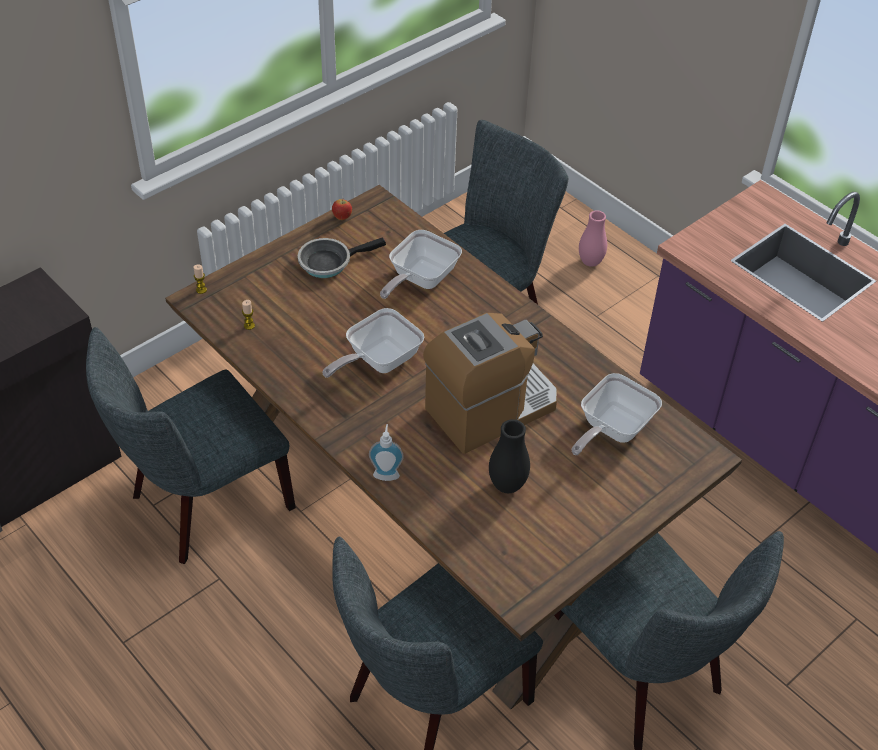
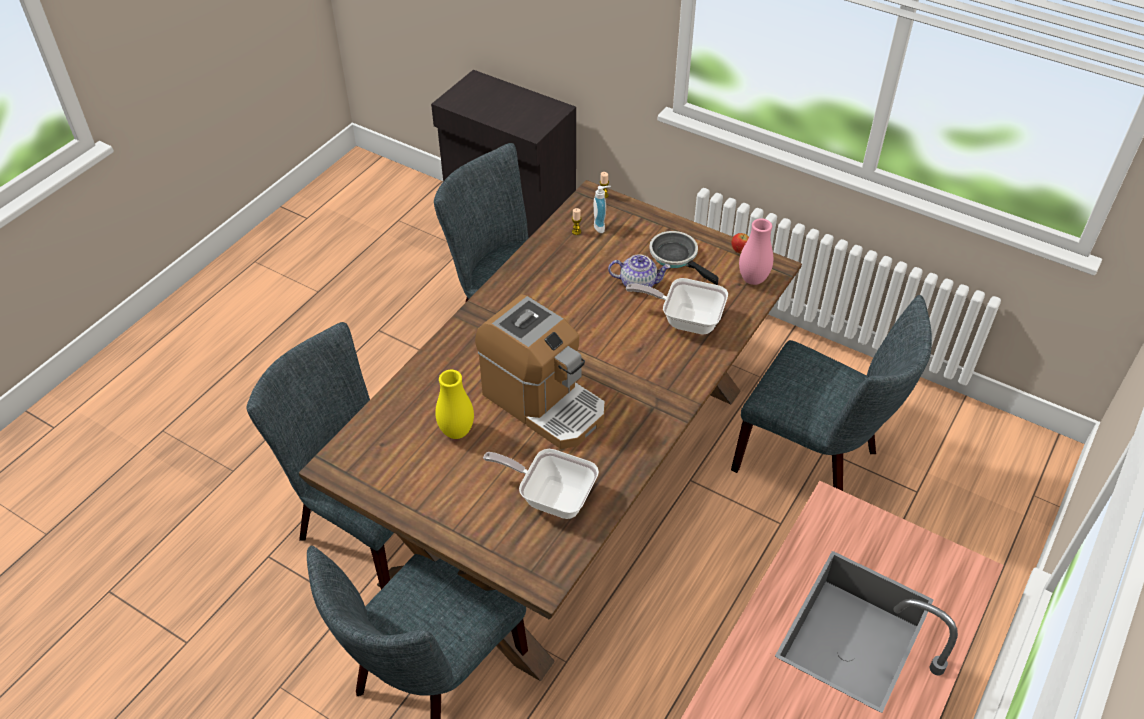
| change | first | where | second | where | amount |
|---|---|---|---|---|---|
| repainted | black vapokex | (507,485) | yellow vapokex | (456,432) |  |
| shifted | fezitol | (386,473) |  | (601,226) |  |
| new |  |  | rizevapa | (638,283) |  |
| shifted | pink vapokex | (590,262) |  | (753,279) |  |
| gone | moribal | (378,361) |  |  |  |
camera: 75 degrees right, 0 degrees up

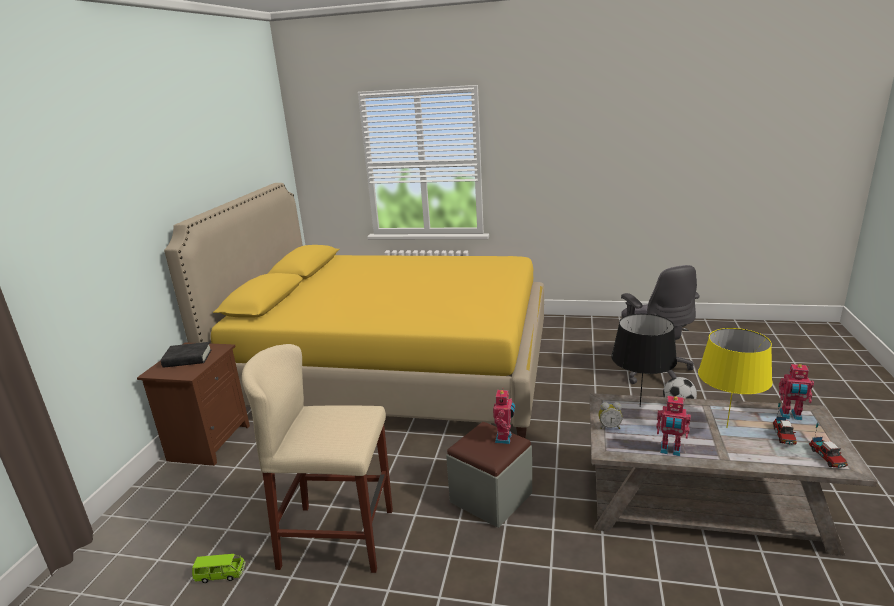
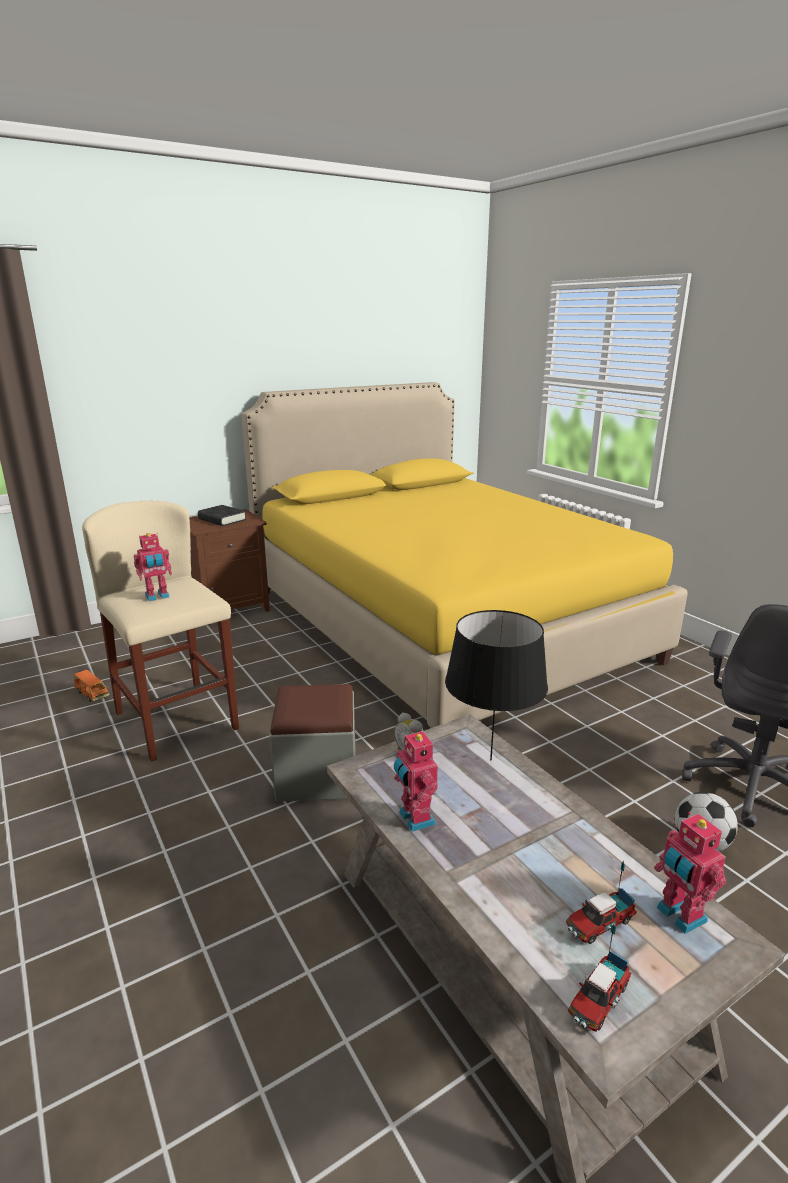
| change | first | where | second | where | amount |
|---|---|---|---|---|---|
| repainted | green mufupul | (220,575) | orange mufupul | (92,694) |  |
| shifted | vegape | (504,438) |  | (157,597) |  |
| gone | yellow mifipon | (726,427) |  |  |  |
camera: 45 degrees right, 0 degrees up

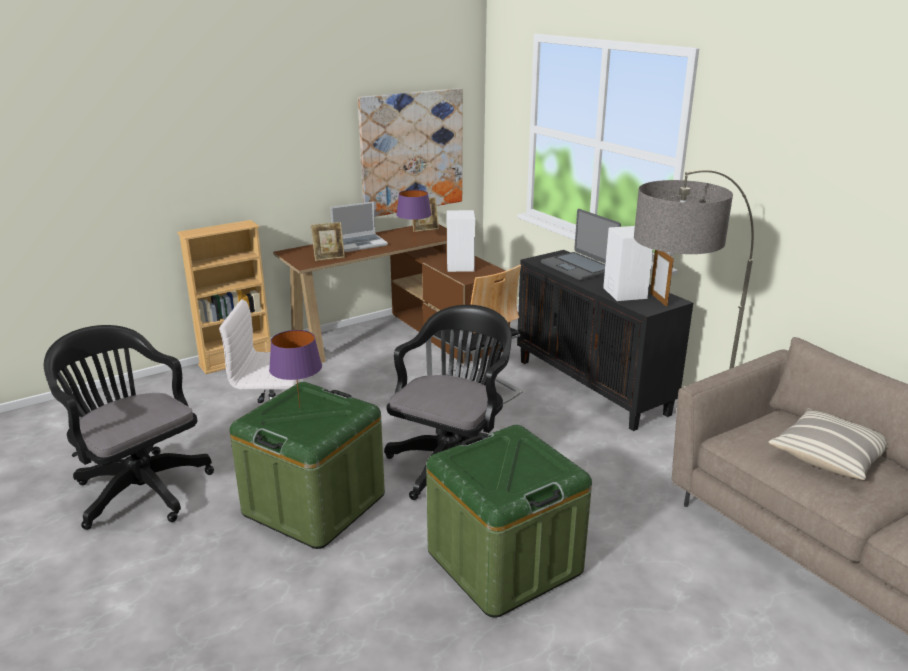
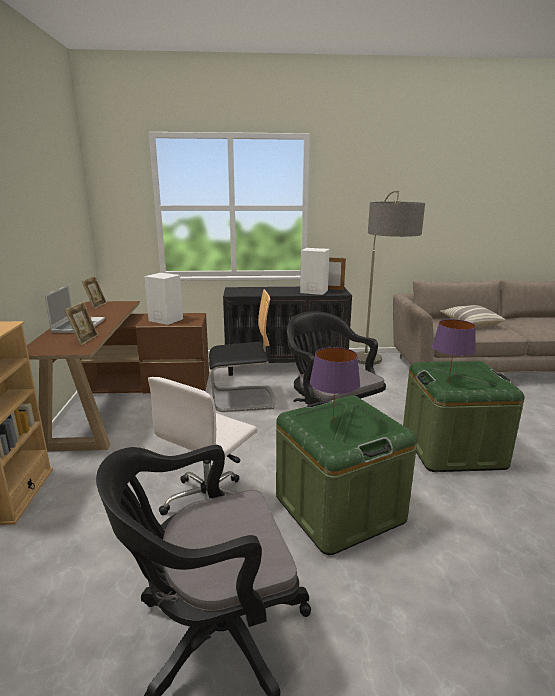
| change | first | where | second | where | amount |
|---|---|---|---|---|---|
| shifted | purple mifipon | (414,245) |  | (448,382) |  |
| gone | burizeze | (412,152) |  |  |  |
| gone | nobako | (578,267) |  |  |  |
camera: 60 degrees left, 5 degrees down

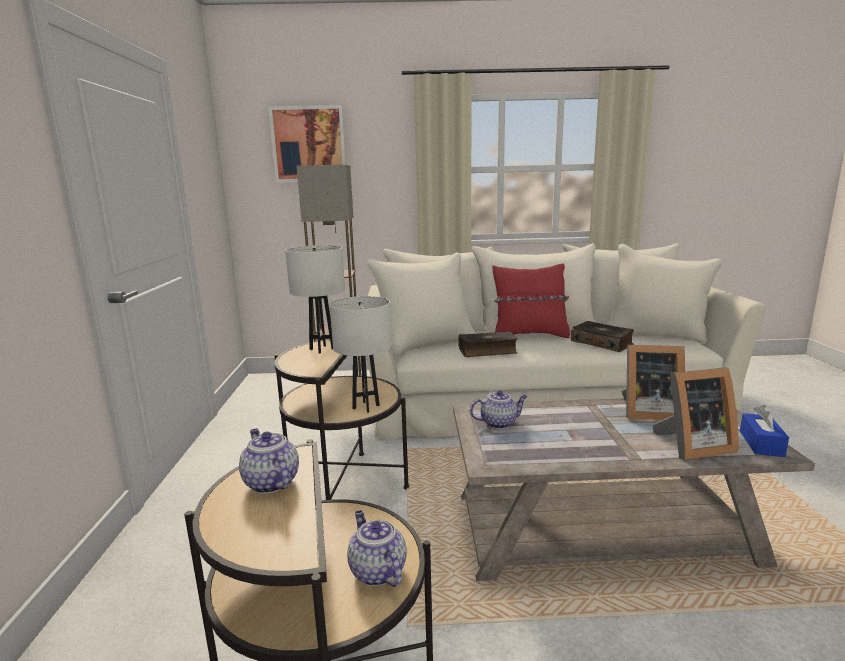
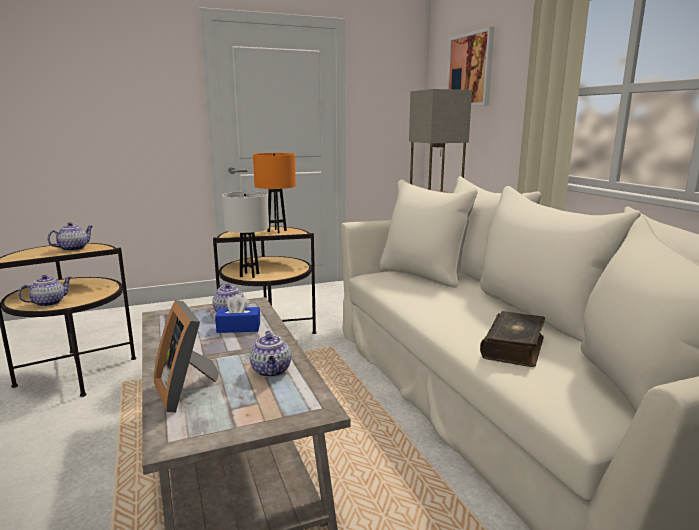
| change | first | where | second | where | amount |
|---|---|---|---|---|---|
| shifted | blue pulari | (761,443) |  | (238,328) |  |
| swapped | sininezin | (647,412) | rizevapa | (271,371) |  |
| repainted | white mifipon | (322,349) | orange mifipon | (277,231) |  |
| gone | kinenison | (487,351) |  |  |  |
| gone | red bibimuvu | (529,335) |  |  |  |
camera: 70 degrees right, 0 degrees up

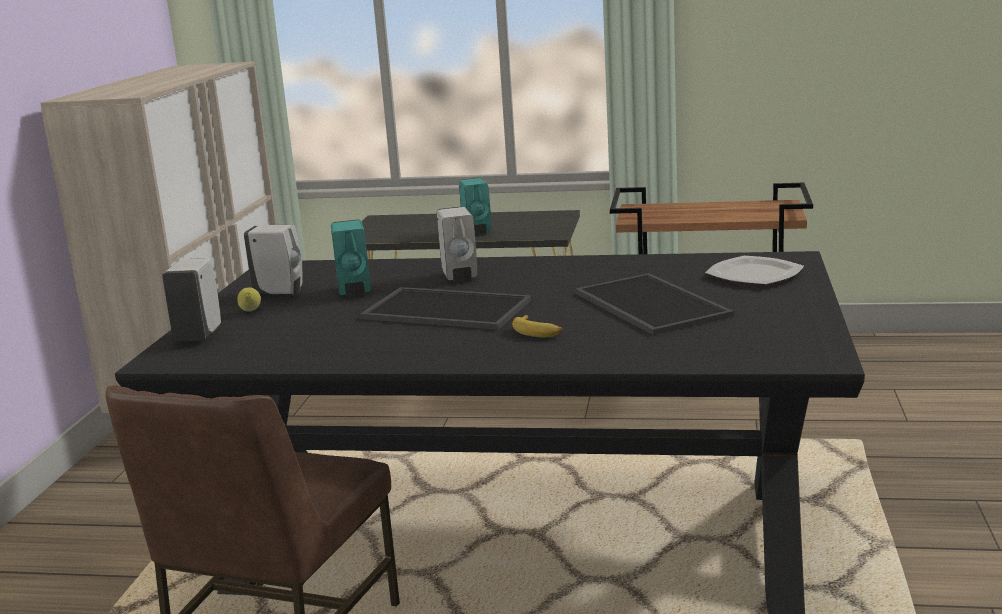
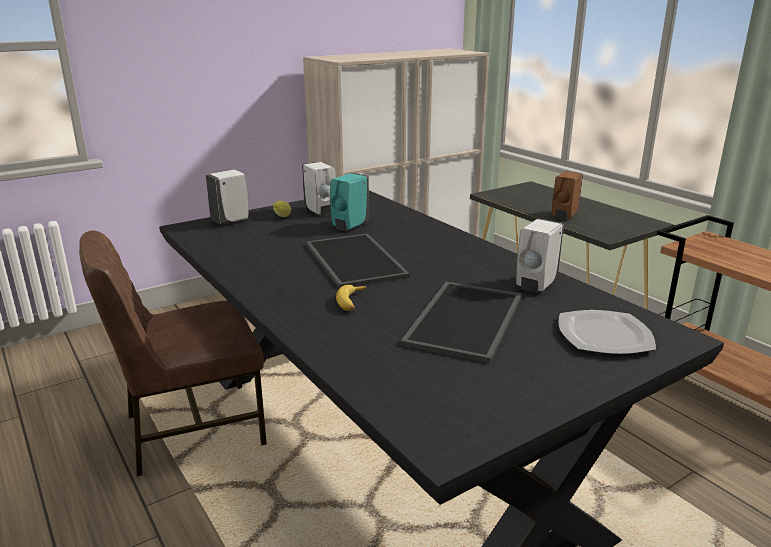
| change | first | where | second | where | amount |
|---|---|---|---|---|---|
| shifted | white fezitol | (459,277) |  | (535,285) |  |
| repainted | turquoise fezitol | (477,232) | brown fezitol | (564,216) |  |
camera: 45 degrees right, 5 degrees up

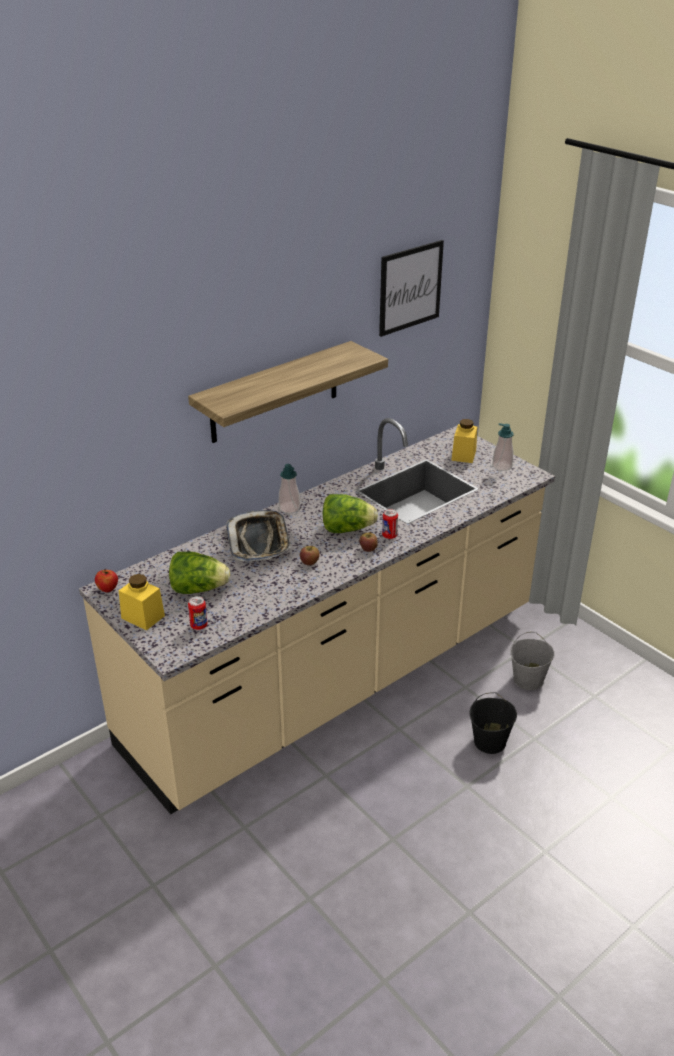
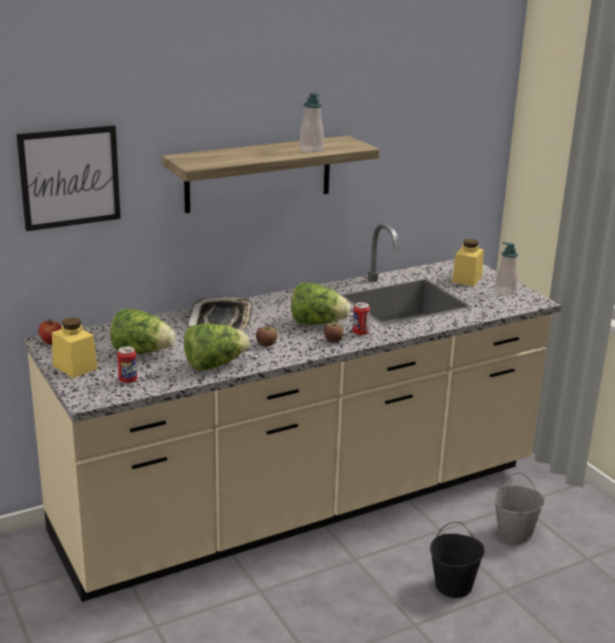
| change | first | where | second | where | amount |
|---|---|---|---|---|---|
| shifted | burizeze | (410,287) |  | (70,177) |  |
| new |  |  | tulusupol | (214,365) |  |
| shifted | fezitol | (289,508) |  | (311,149) |  |
camera: 10 degrees right, 10 degrees down

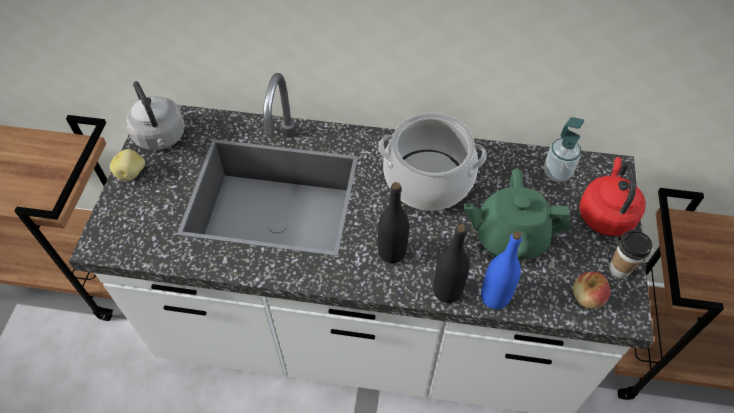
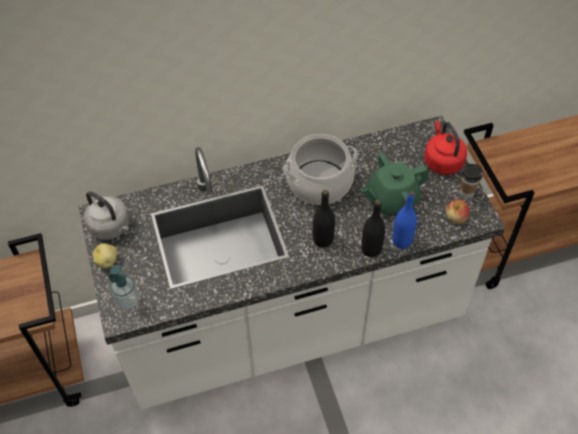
| change | first | where | second | where | amount |
|---|---|---|---|---|---|
| shifted | fezitol | (557,172) |  | (128,301) |  |
camera: 25 degrees left, 0 degrees up

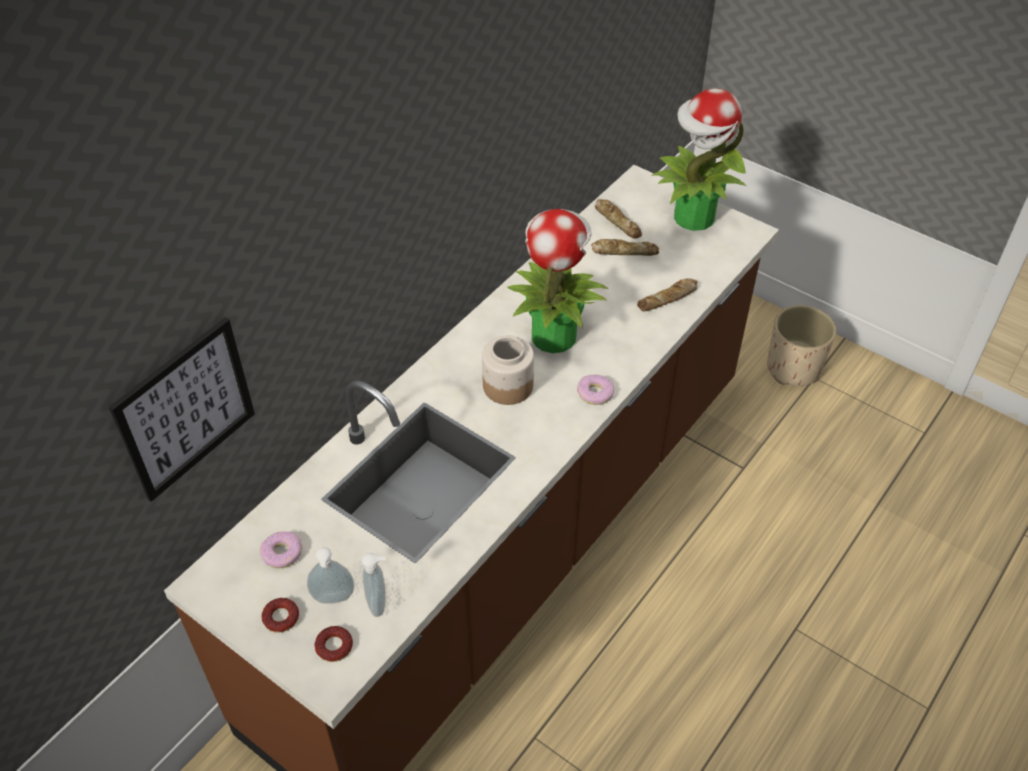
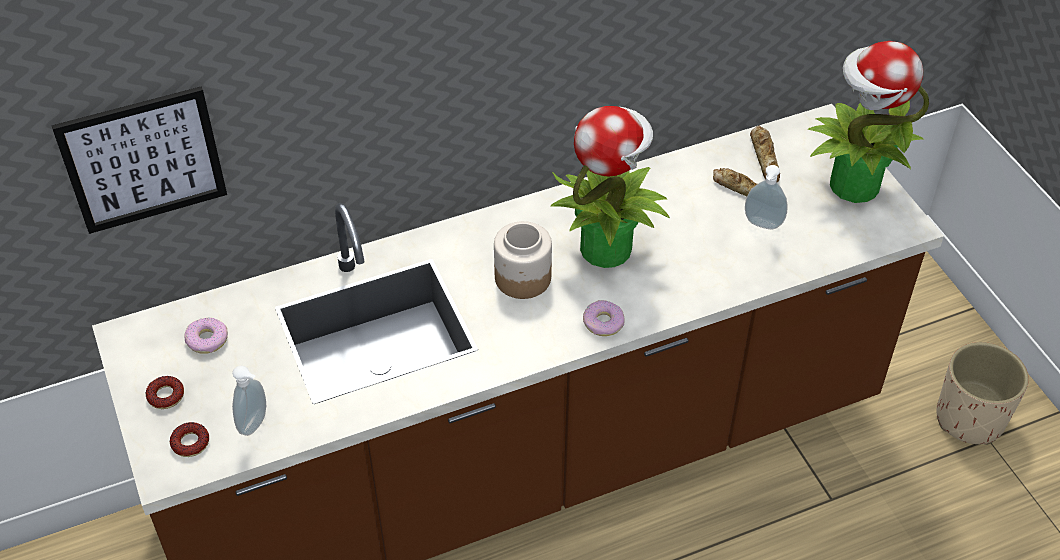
| change | first | where | second | where | amount |
|---|---|---|---|---|---|
| shifted | fezitol | (333,599) |  | (762,225) |  |
| gone | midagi | (668,299) |  |  |  |
camera: 30 degrees right, 0 degrees up

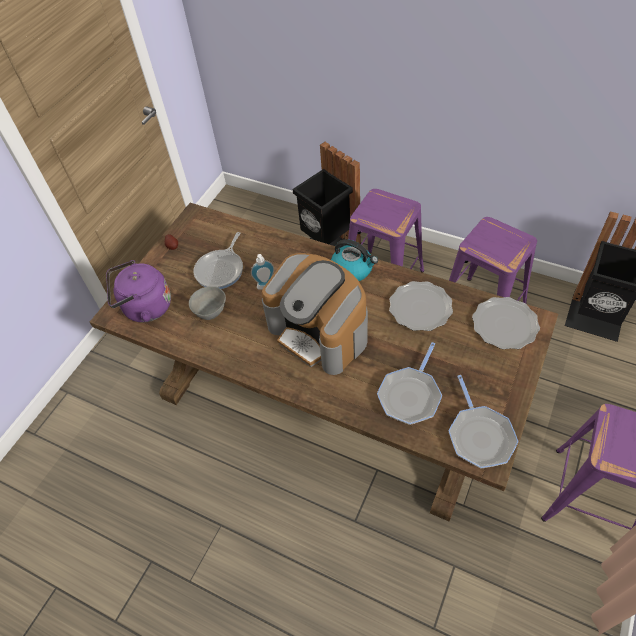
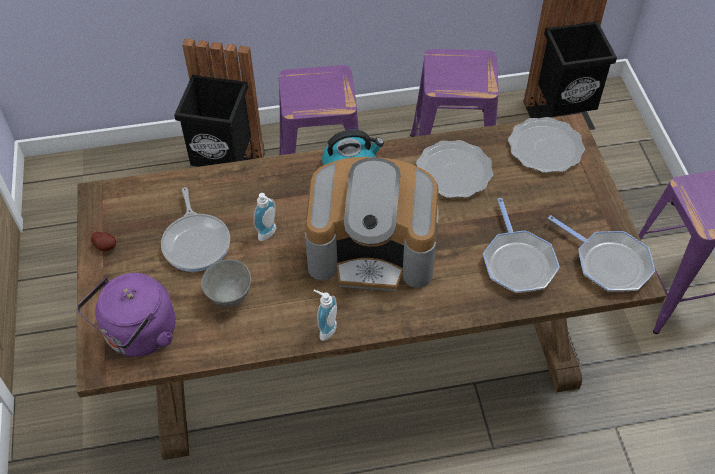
| change | first | where | second | where | amount |
|---|---|---|---|---|---|
| new |  |  | fezitol | (325,329) |  |
camera: 40 degrees left, 0 degrees up

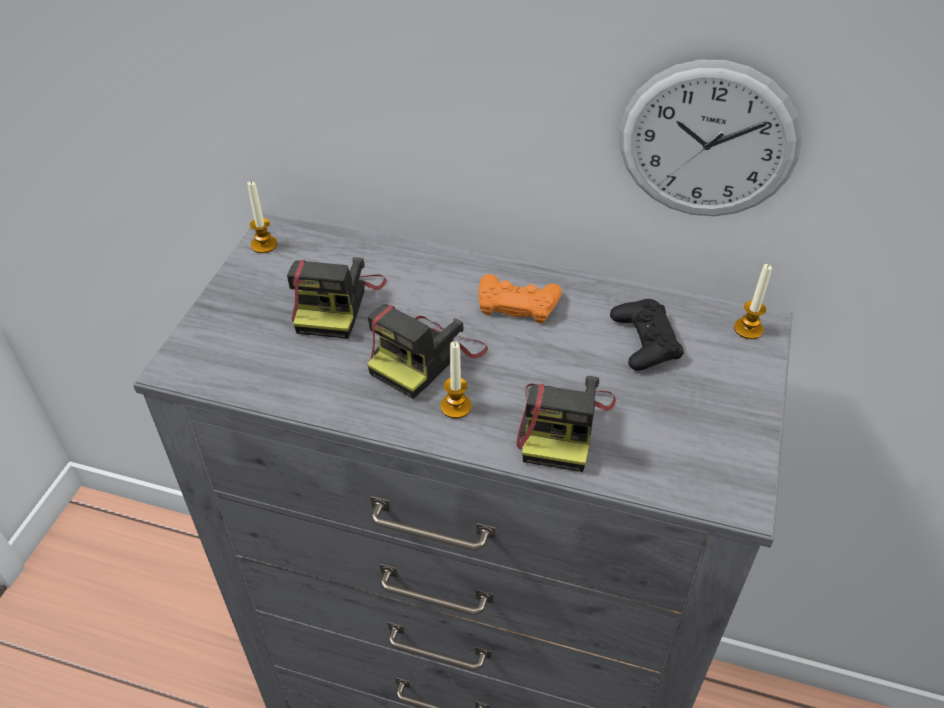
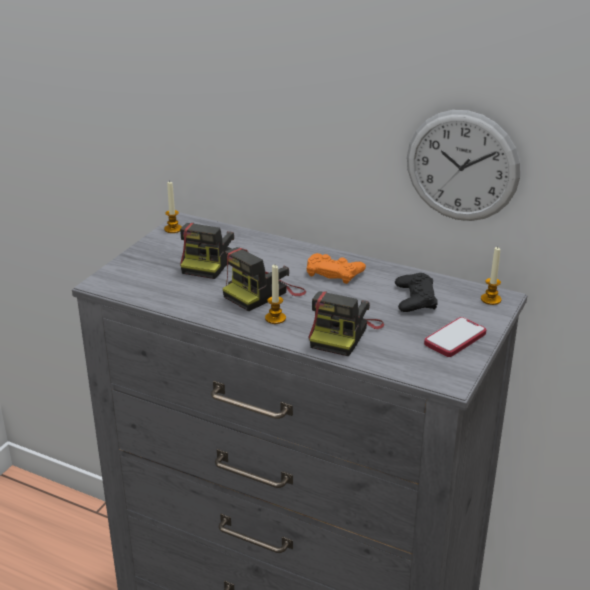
| change | first | where | second | where | amount |
|---|---|---|---|---|---|
| new |  |  | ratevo | (455,339) |  |
camera: 10 degrees right, 15 degrees down

